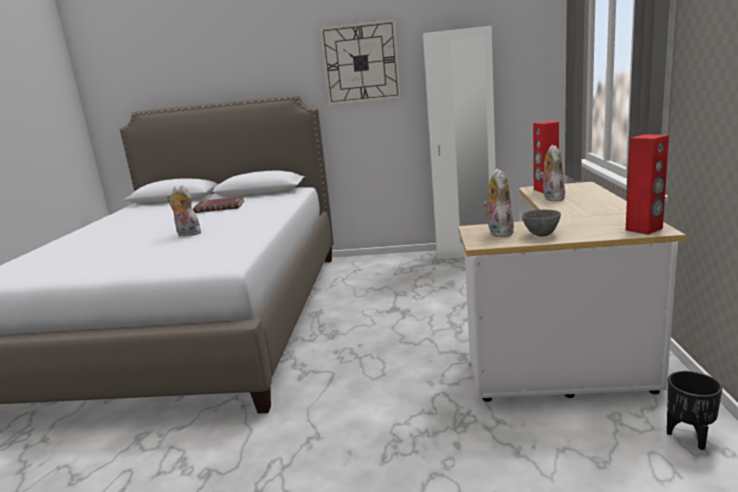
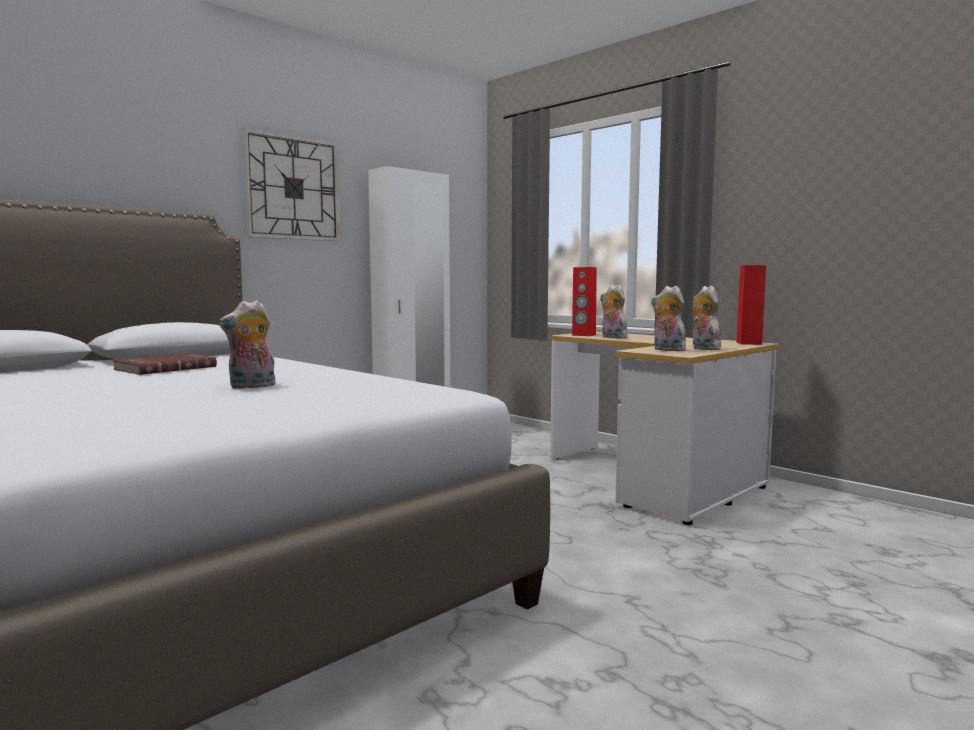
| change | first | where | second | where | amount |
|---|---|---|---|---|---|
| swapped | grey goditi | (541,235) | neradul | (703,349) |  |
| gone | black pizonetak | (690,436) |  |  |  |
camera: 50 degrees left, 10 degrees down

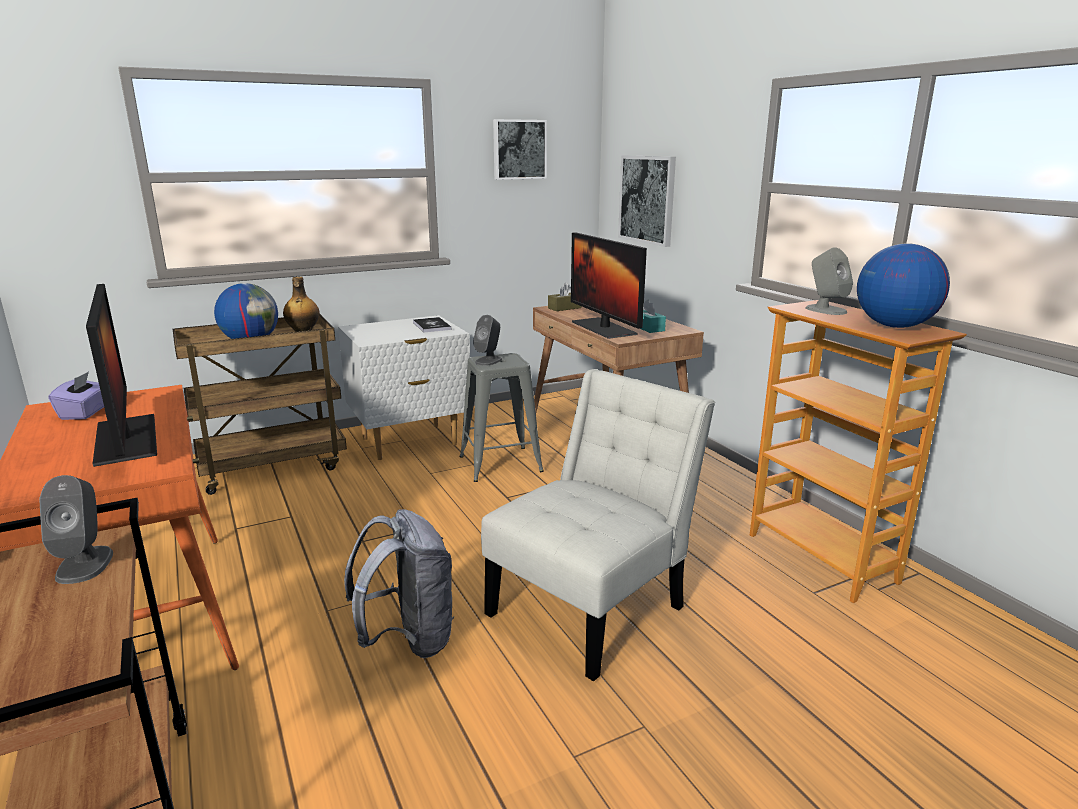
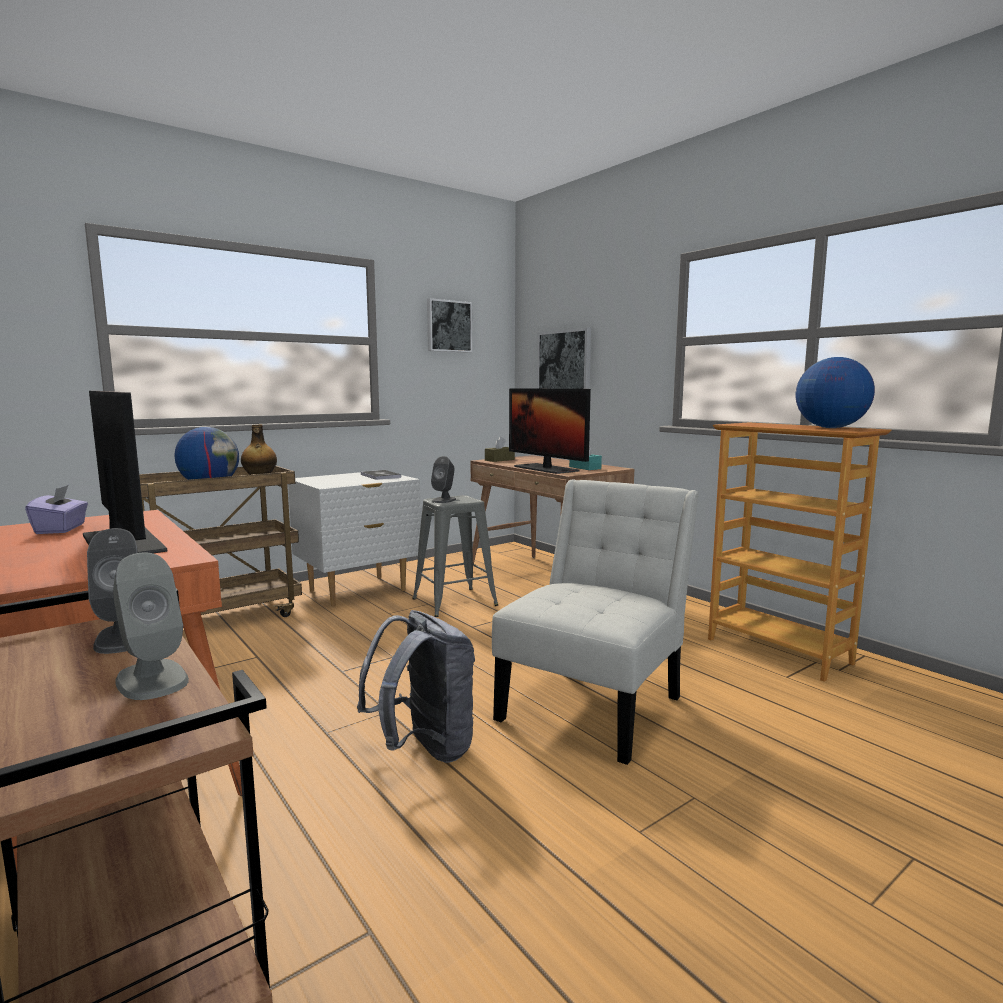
| change | first | where | second | where | amount |
|---|---|---|---|---|---|
| shifted | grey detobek | (825,310) |  | (152,679) |  |
camera: 10 degrees left, 10 degrees down

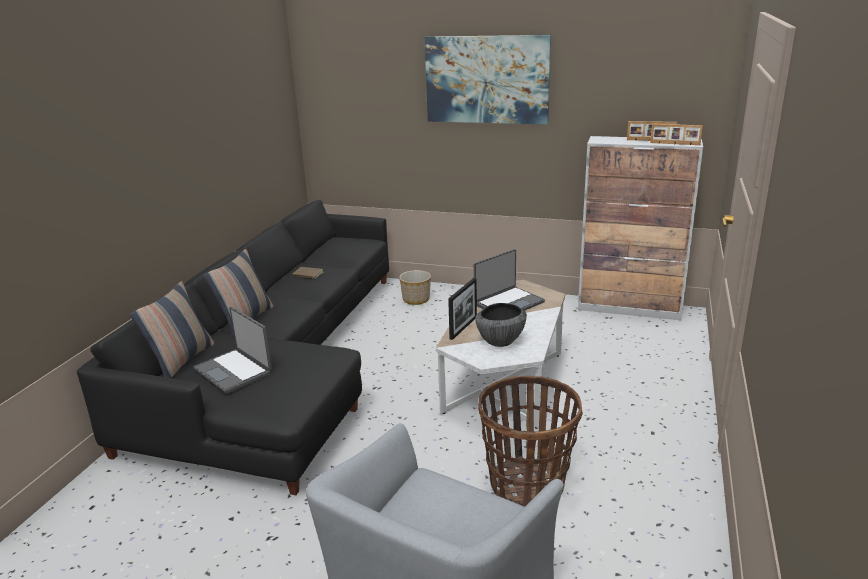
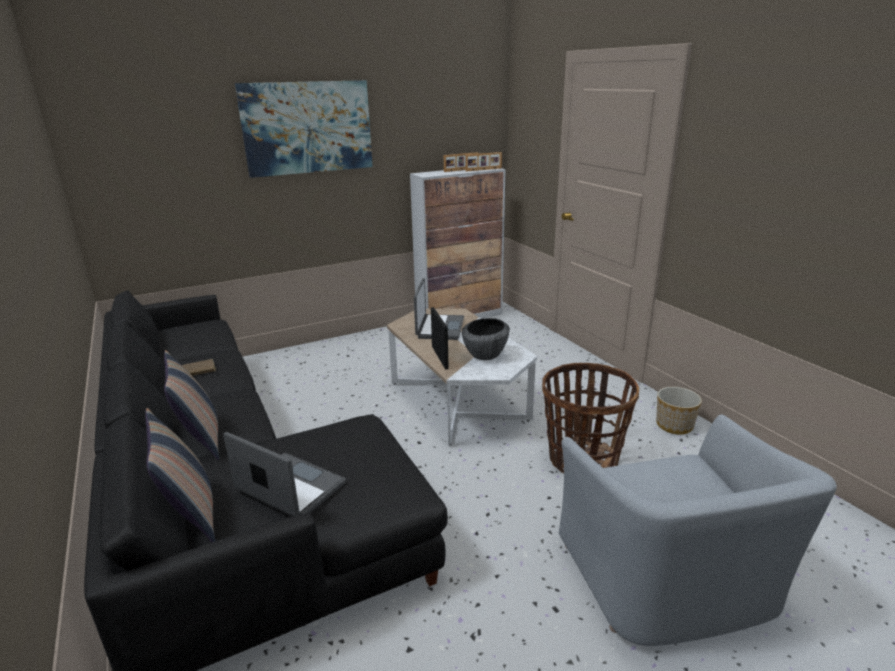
| change | first | where | second | where | amount |
|---|---|---|---|---|---|
| rotated | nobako | (234,371) |  | (289,488) | 150 degrees counterclockwise |
| shifted | pizonetak | (416,299) |  | (673,425) |  |
camera: 45 degrees left, 0 degrees up

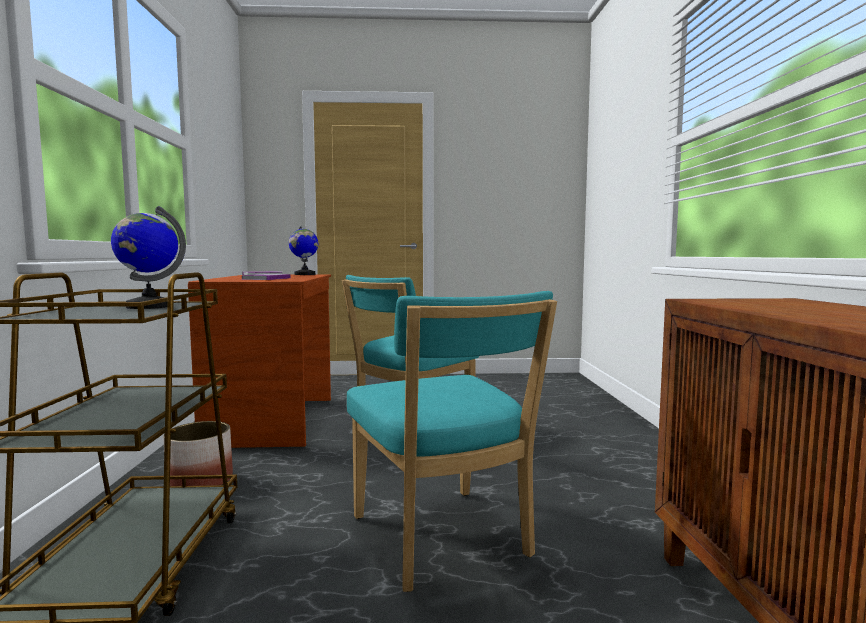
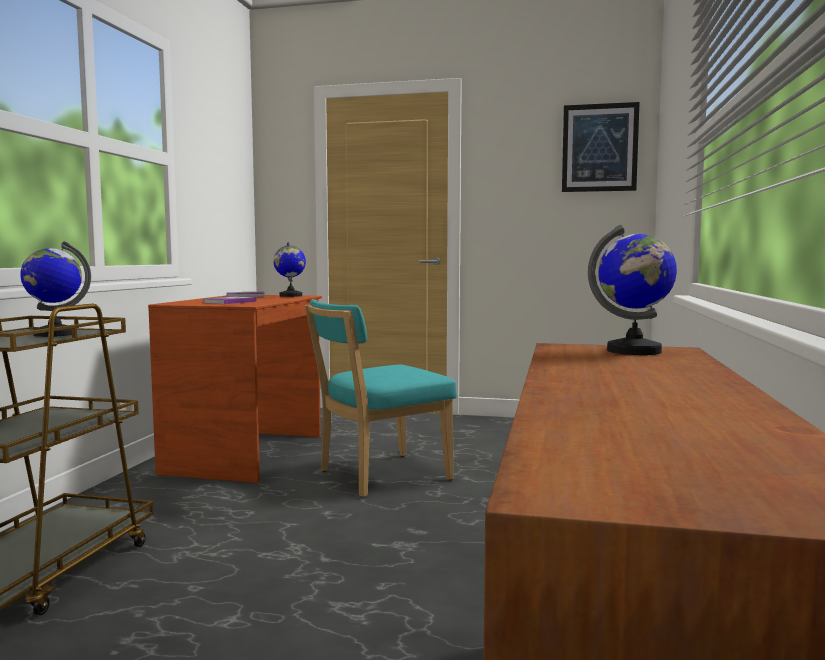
| change | first | where | second | where | amount |
|---|---|---|---|---|---|
| new |  |  | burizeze | (599,148) |  |
| new |  |  | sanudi | (634,351) |  |
| gone | pizonetak | (199,482) |  |  |  |
| gone | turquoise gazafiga | (443,541) |  |  |  |
camera: 15 degrees right, 0 degrees up

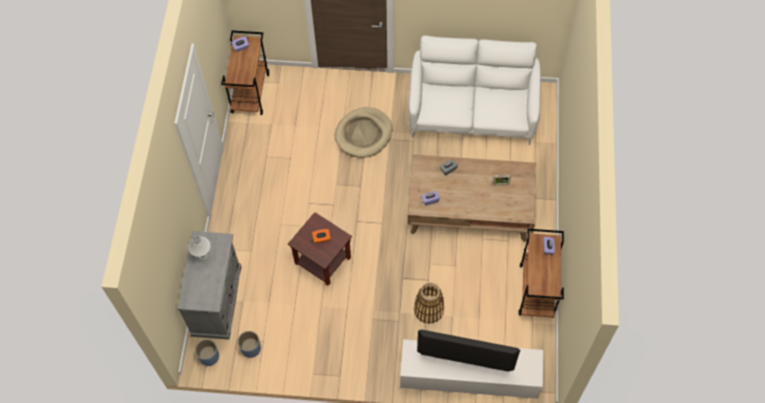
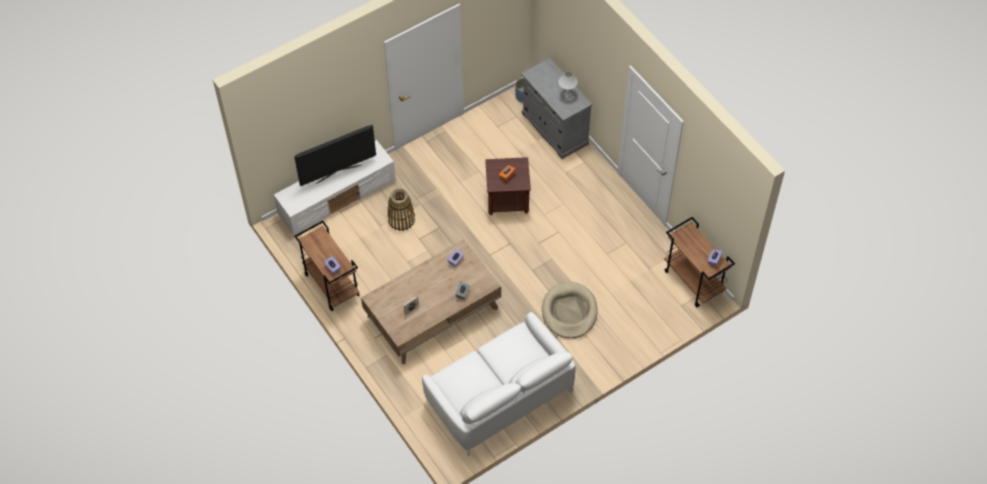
| change | first | where | second | where | amount |
|---|---|---|---|---|---|
| gone | blue pizonetak | (251,348) |  |  |  |
camera: 140 degrees right, 5 degrees down

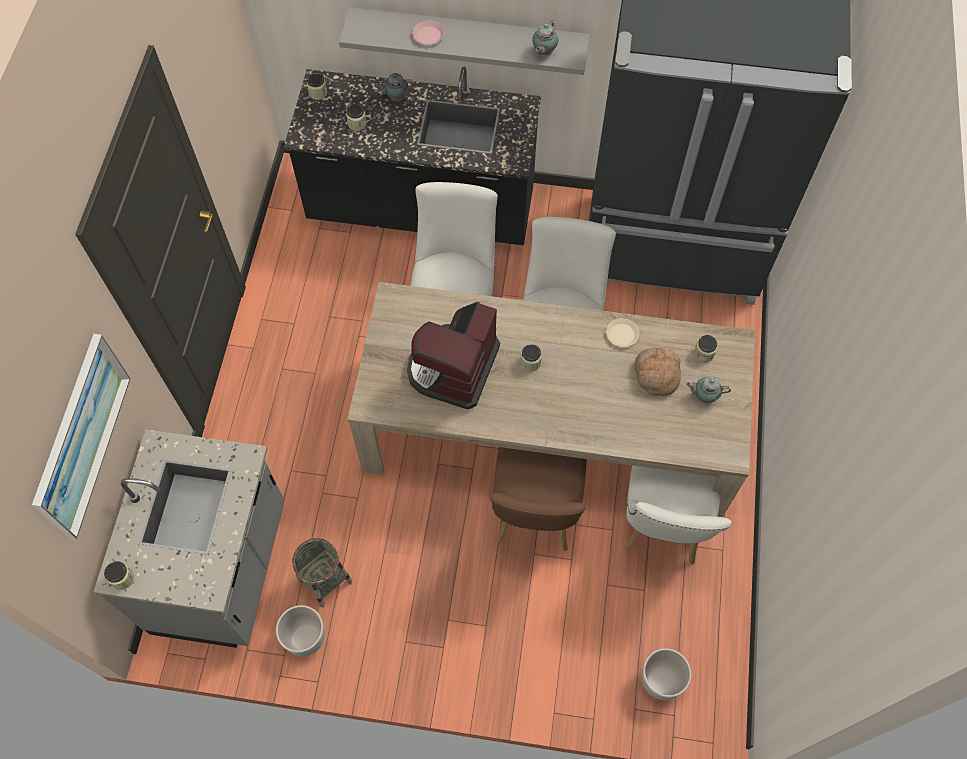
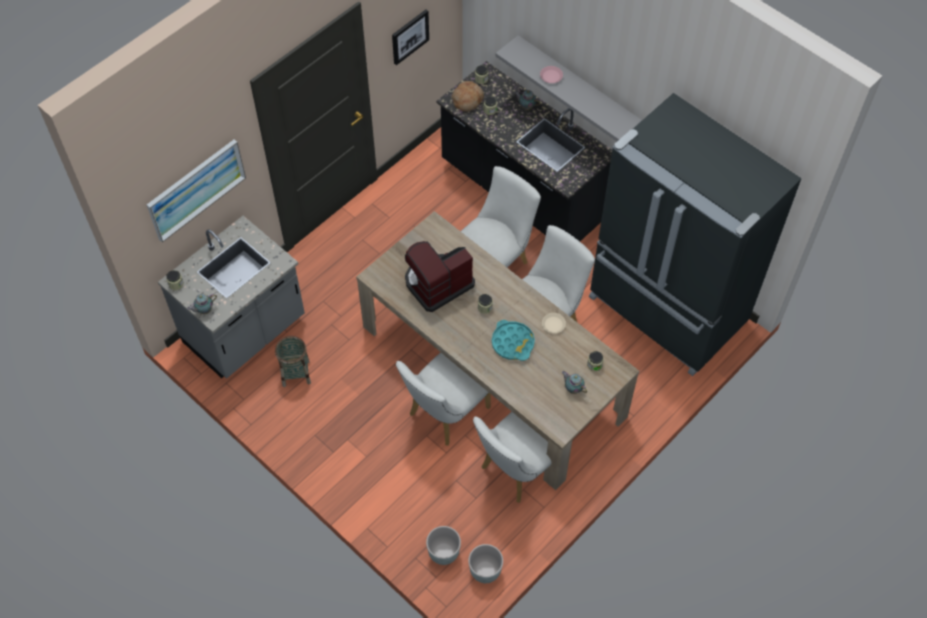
| change | first | where | second | where | amount |
|---|---|---|---|---|---|
| shifted | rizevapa | (543,52) |  | (204,310) |  |
| new |  |  | burizeze | (409,36) |  |
| repainted | brown gazafiga | (534,515) | white gazafiga | (444,414) |  |
| shifted | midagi | (656,374) |  | (467,99) |  |
| shifted | grey pizonetak | (305,638) |  | (485,571) |  |
| new |  |  | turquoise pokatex | (513,343) |  |
camera: 35 degrees right, 5 degrees down

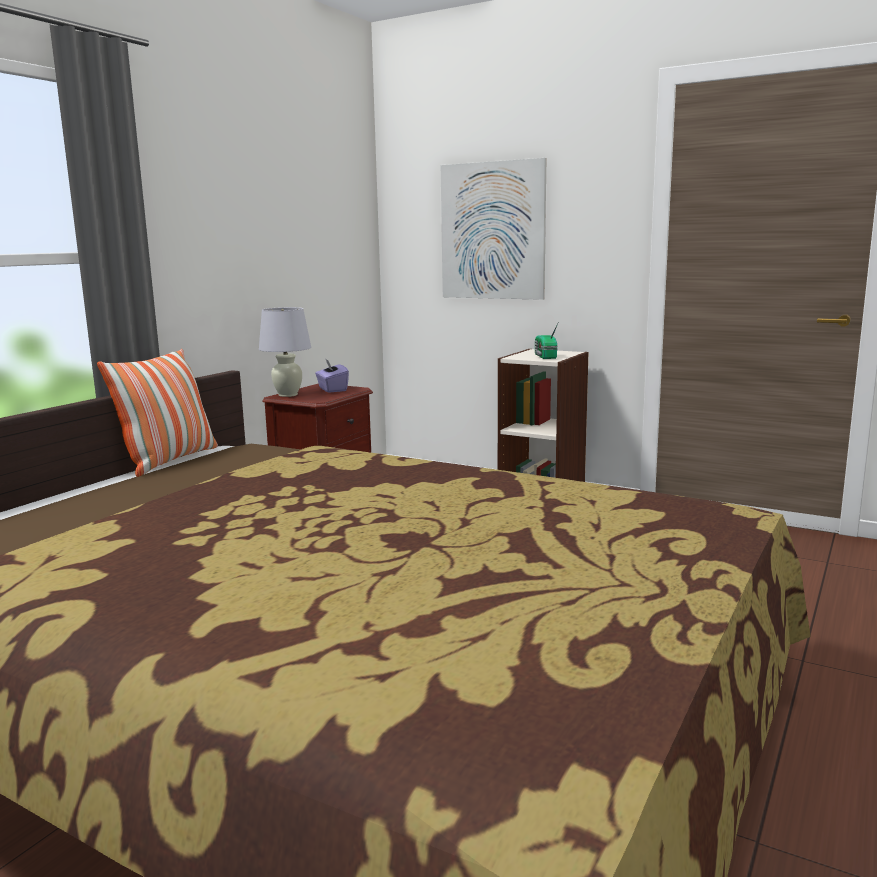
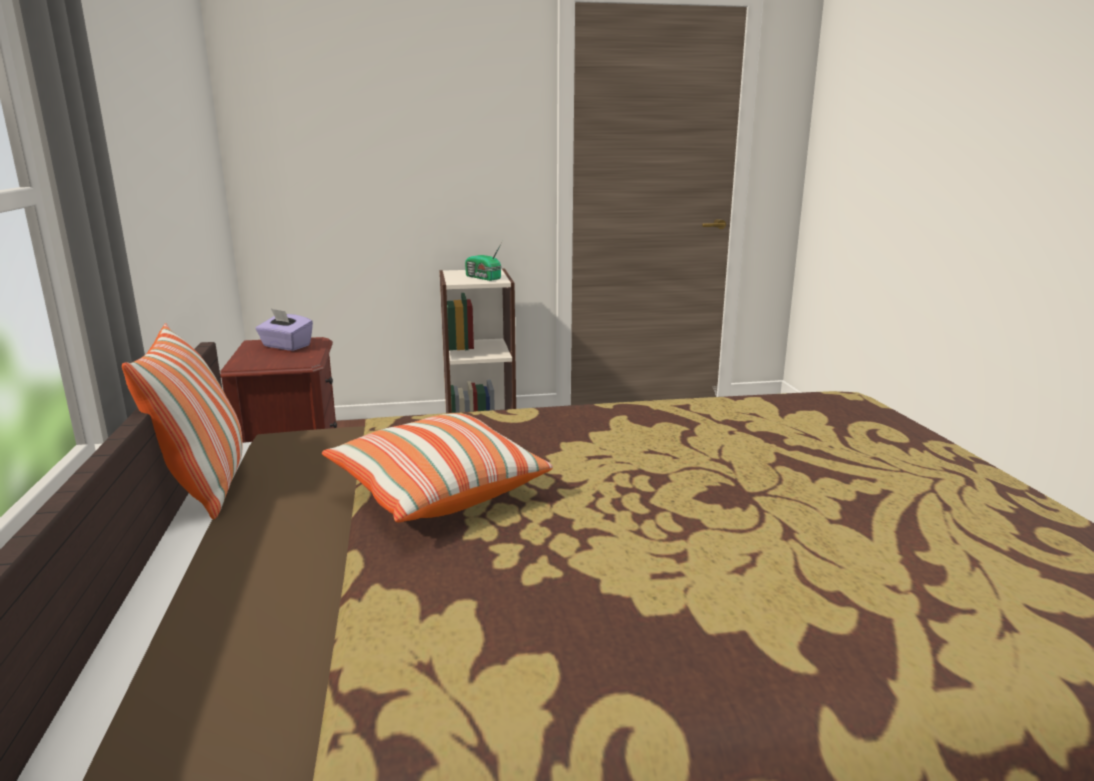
| change | first | where | second | where | amount |
|---|---|---|---|---|---|
| new |  |  | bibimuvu | (435,491) |  |
| gone | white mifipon | (288,395) |  |  |  |
| gone | burizeze | (492,231) |  |  |  |
camera: 40 degrees left, 5 degrees up

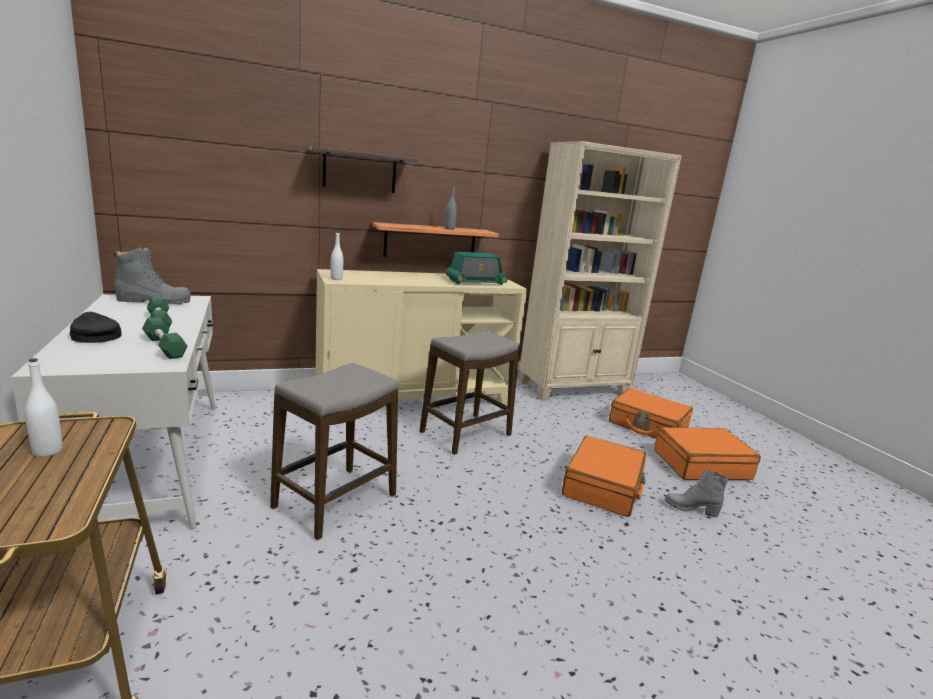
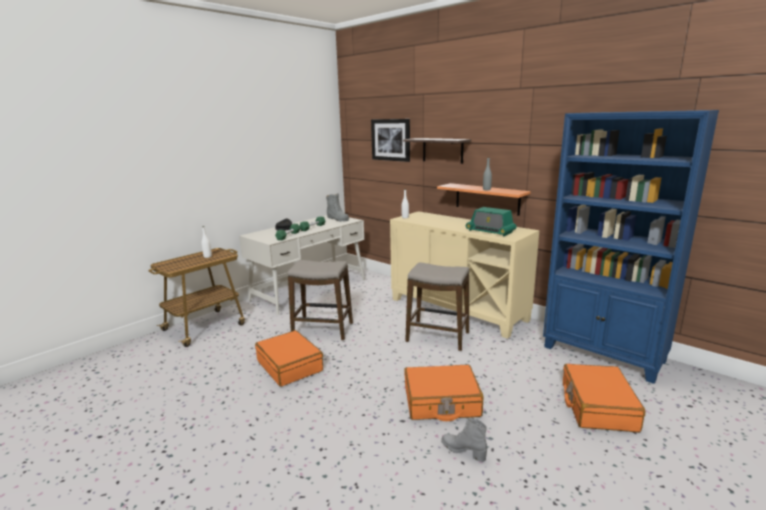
| change | first | where | second | where | amount |
|---|---|---|---|---|---|
| shifted | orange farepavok | (701,464) |  | (290,366) |  |
| new |  |  | burizeze | (391,140) |  |
| rotated | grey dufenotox | (690,509) |  | (463,451) | 45 degrees counterclockwise |
| repainted | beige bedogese | (574,388) | blue bedogese | (603,354) |  |
camera: 65 degrees right, 0 degrees up

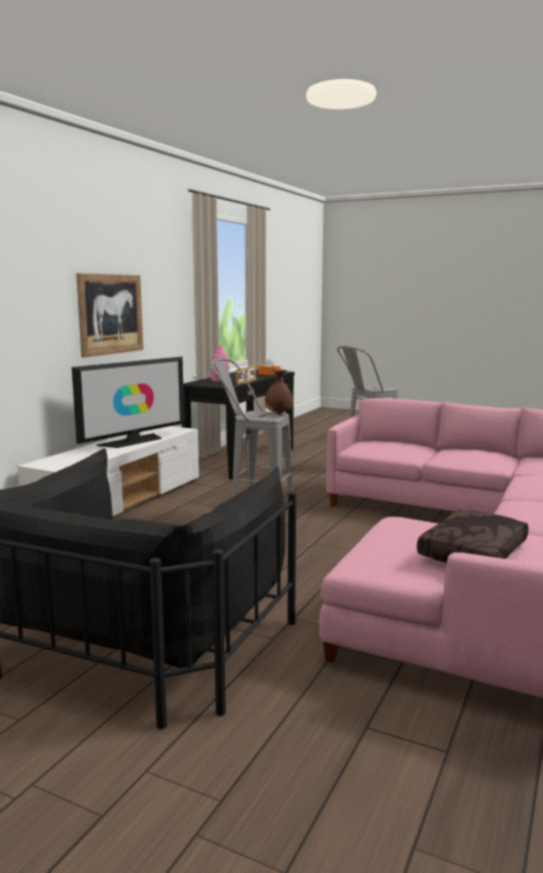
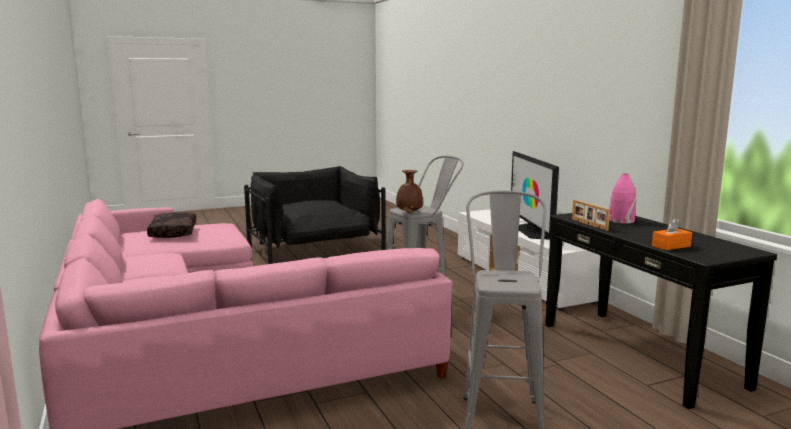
| change | first | where | second | where | amount |
|---|---|---|---|---|---|
| gone | burizeze | (110,314) |  |  |  |
camera: 130 degrees right, 0 degrees up

